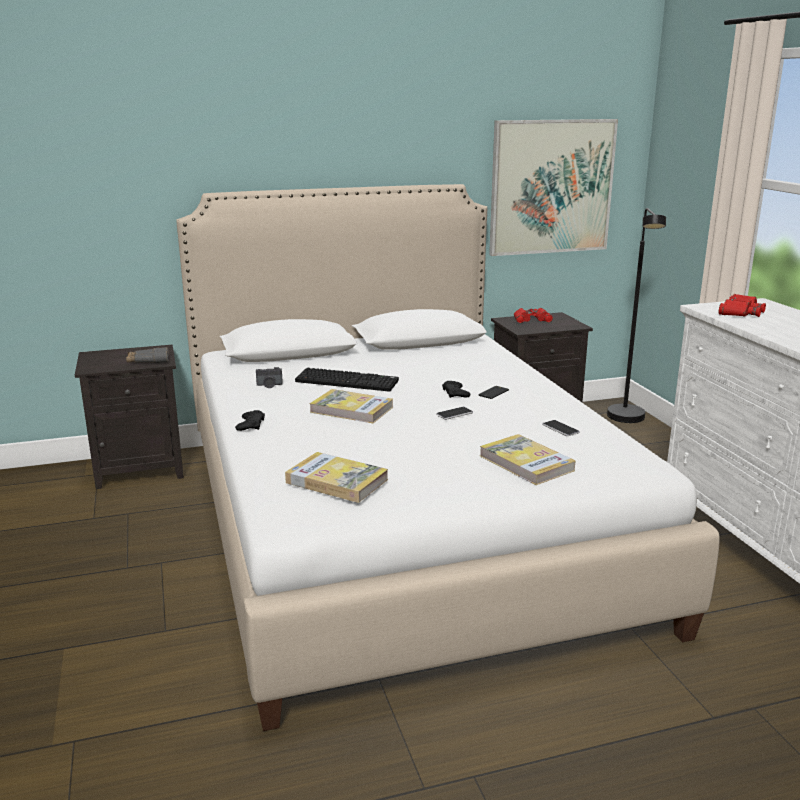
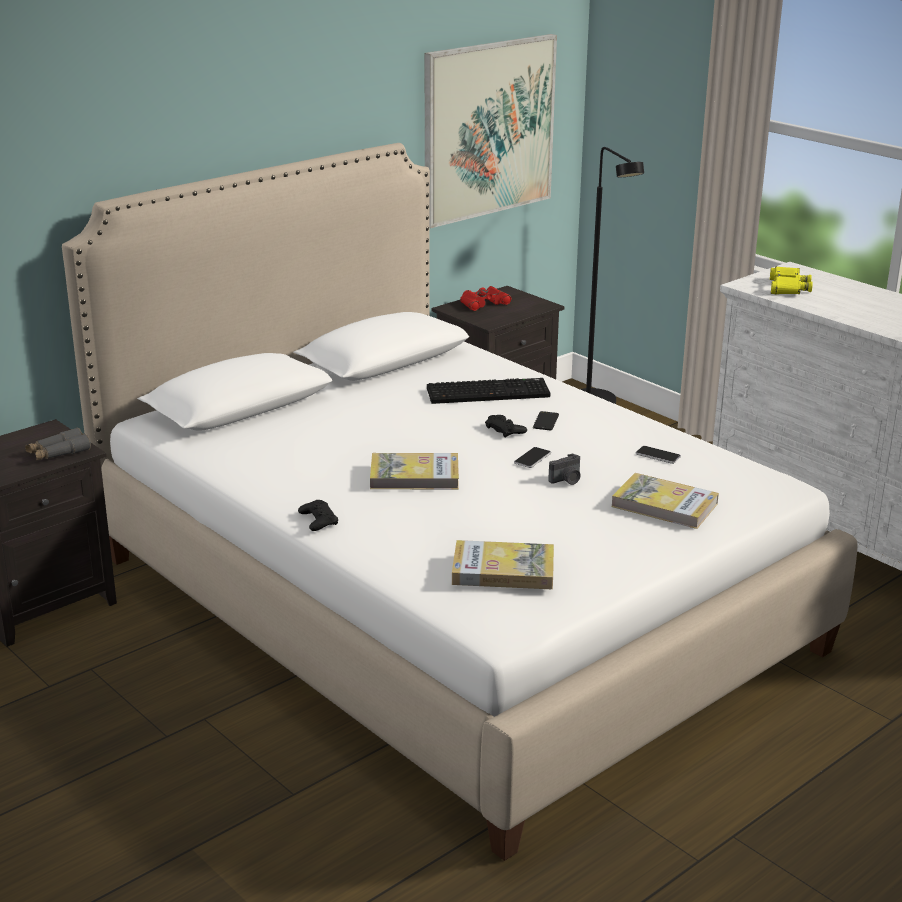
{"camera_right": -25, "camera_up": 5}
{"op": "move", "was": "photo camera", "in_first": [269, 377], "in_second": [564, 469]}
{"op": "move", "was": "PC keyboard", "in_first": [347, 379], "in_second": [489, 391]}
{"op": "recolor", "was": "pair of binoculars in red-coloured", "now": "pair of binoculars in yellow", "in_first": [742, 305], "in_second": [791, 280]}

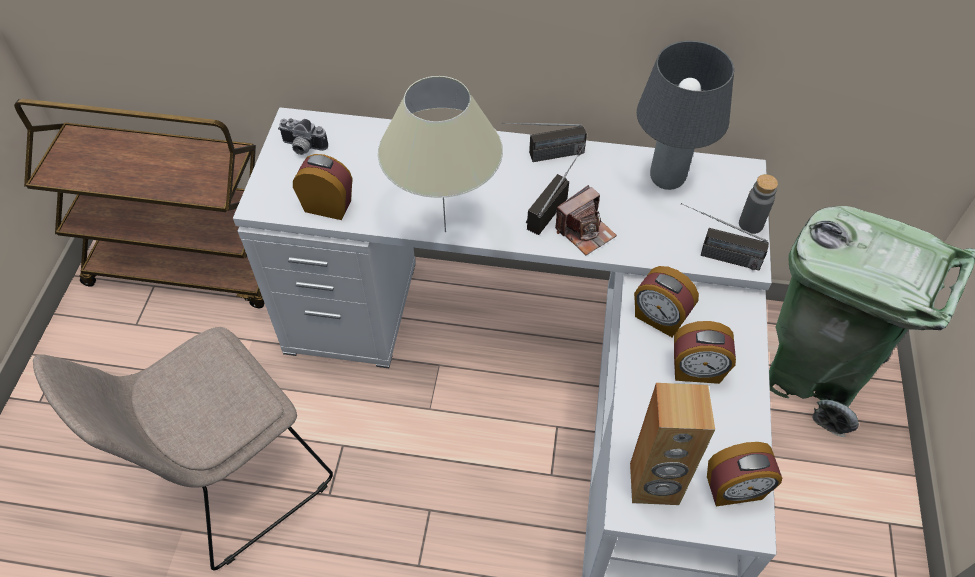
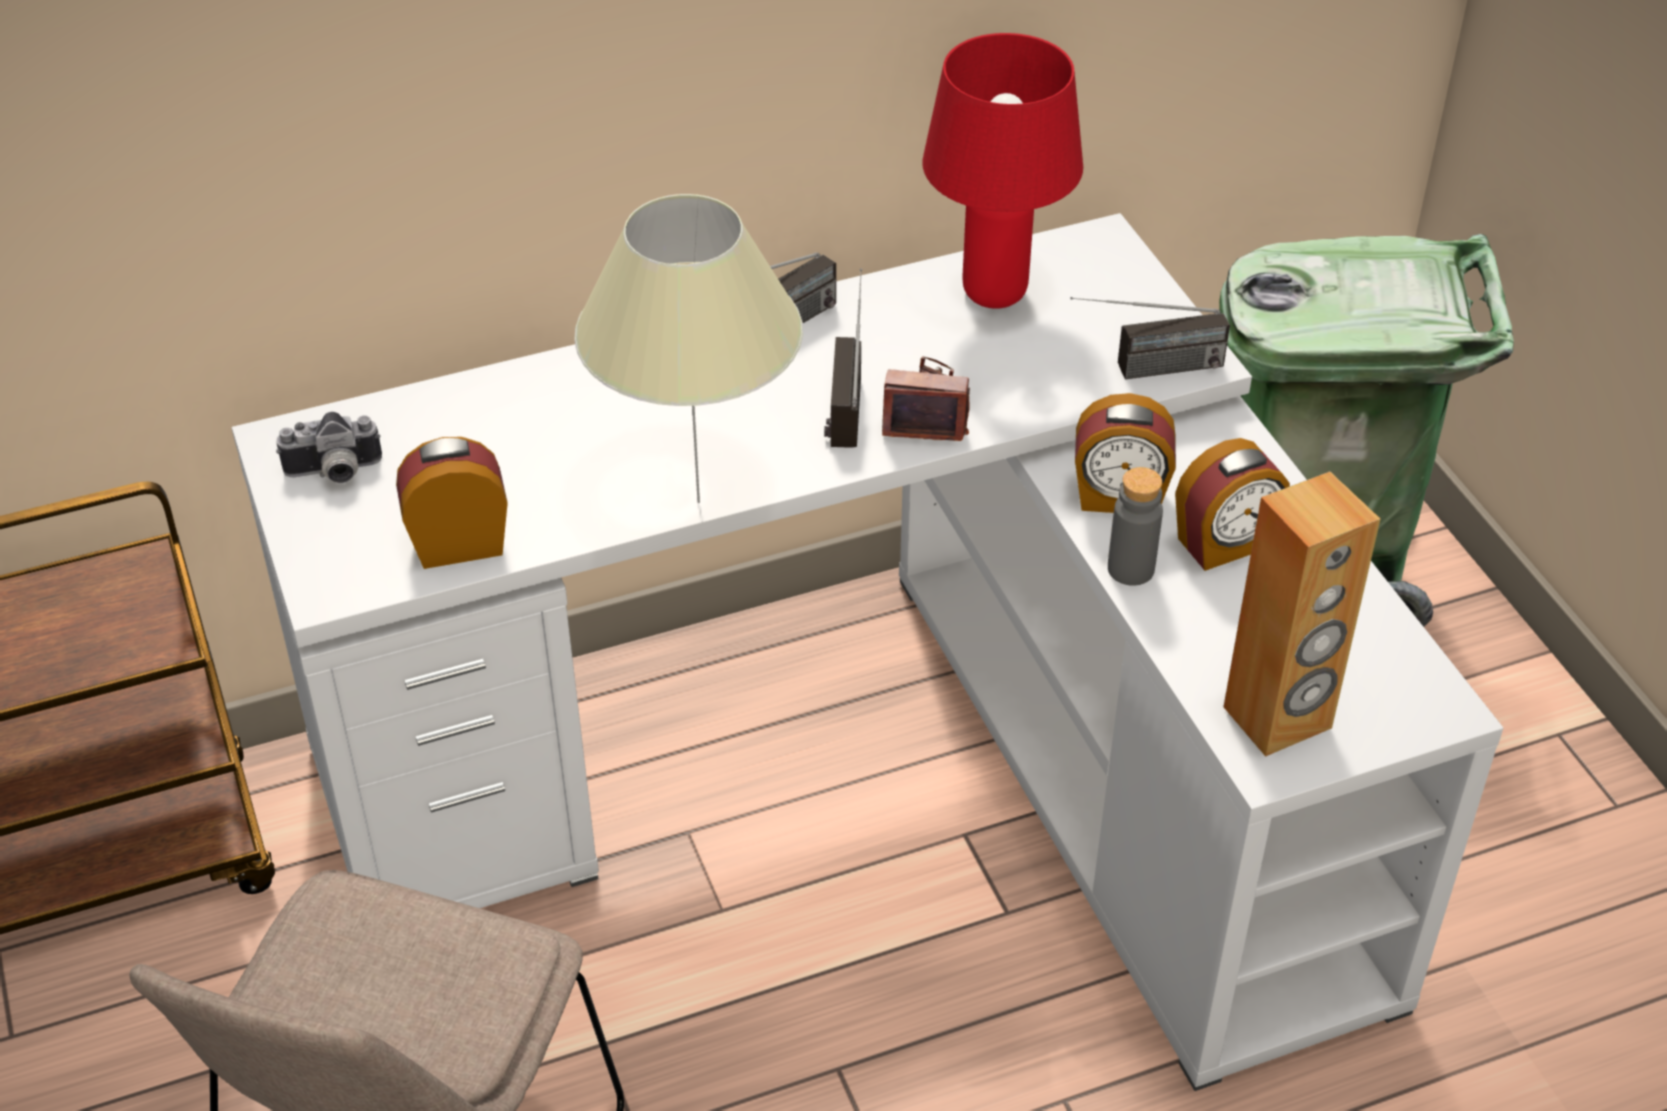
{"camera_right": -30, "camera_up": -10}
{"op": "delete", "was": "alarm clock", "in_first": [744, 474]}
{"op": "move", "was": "drink bottle in gray", "in_first": [758, 204], "in_second": [1135, 526]}
{"op": "recolor", "was": "table lamp in gray", "now": "table lamp in red-coloured", "in_first": [685, 115], "in_second": [1002, 171]}
{"op": "rotate", "was": "photo camera", "in_first": [586, 220], "in_second": [926, 398], "clockwise": -105}

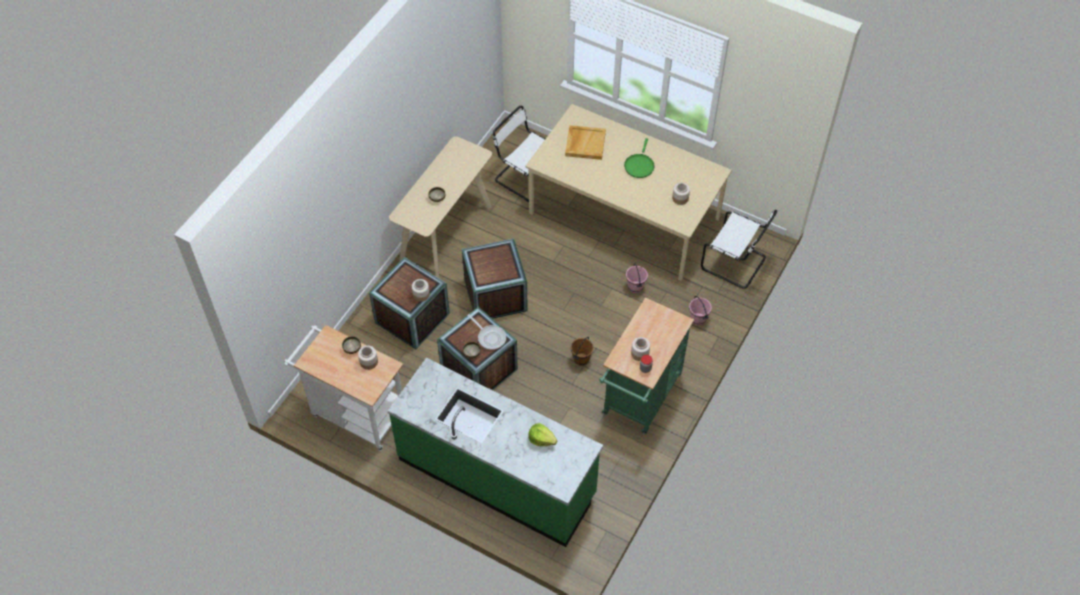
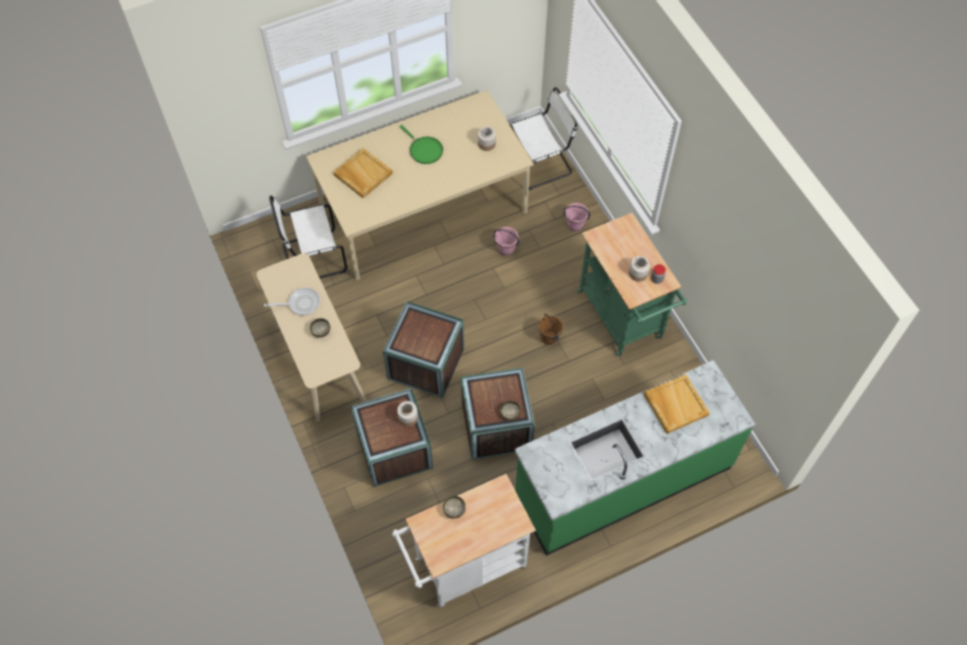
{"camera_right": -55, "camera_up": 5}
{"op": "delete", "was": "jar", "in_first": [368, 358]}
{"op": "move", "was": "frying pan", "in_first": [486, 332], "in_second": [292, 301]}
{"op": "replace", "was": "lettuce head", "now": "serving tray in beige", "in_first": [543, 434], "in_second": [677, 404]}

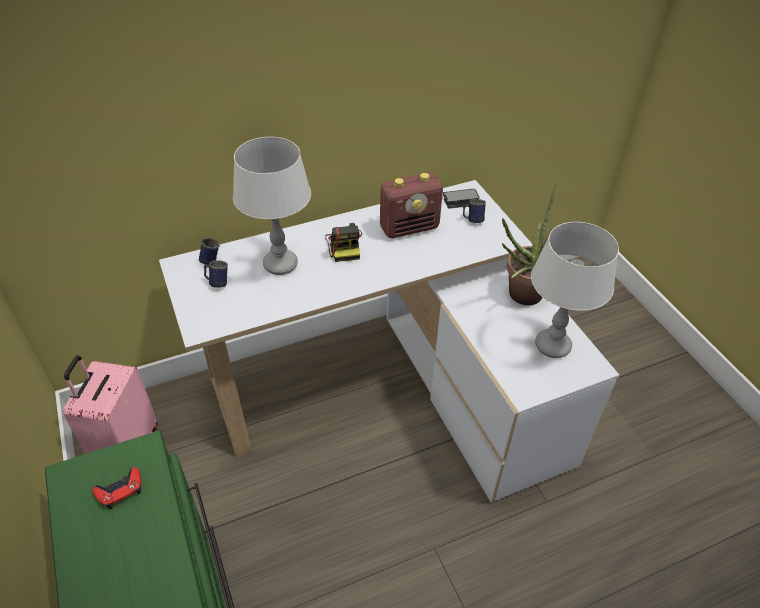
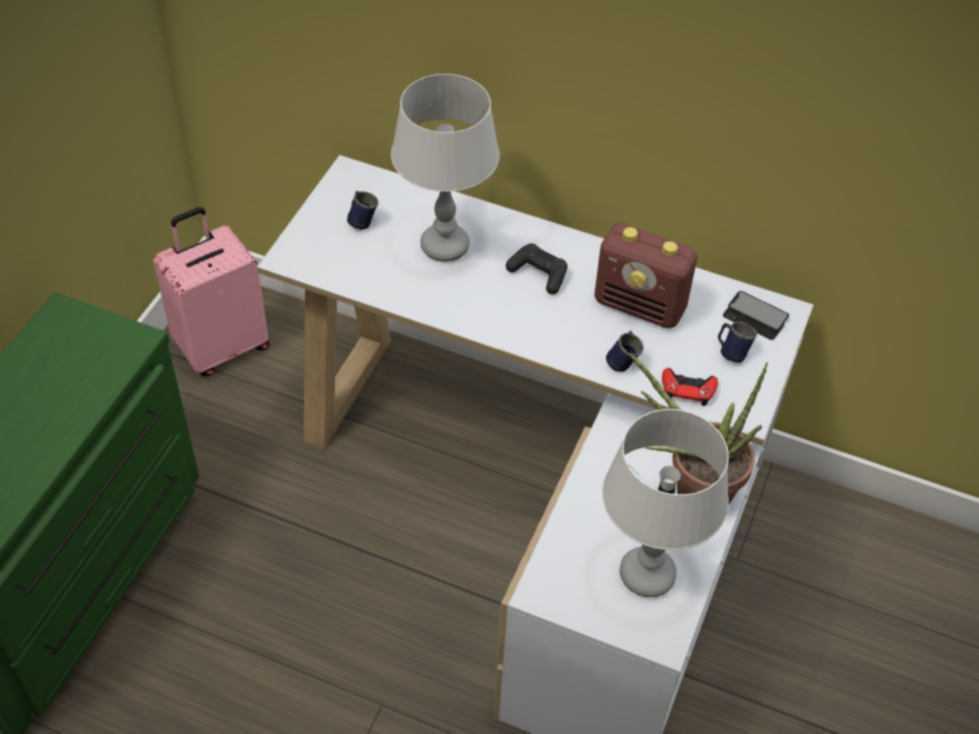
{"camera_right": 45, "camera_up": 5}
{"op": "move", "was": "game controller in red-coloured", "in_first": [117, 488], "in_second": [690, 387]}
{"op": "move", "was": "mug in blue-coloured", "in_first": [209, 251], "in_second": [625, 351]}
{"op": "replace", "was": "photo camera", "now": "game controller in black-coloured", "in_first": [343, 242], "in_second": [537, 268]}

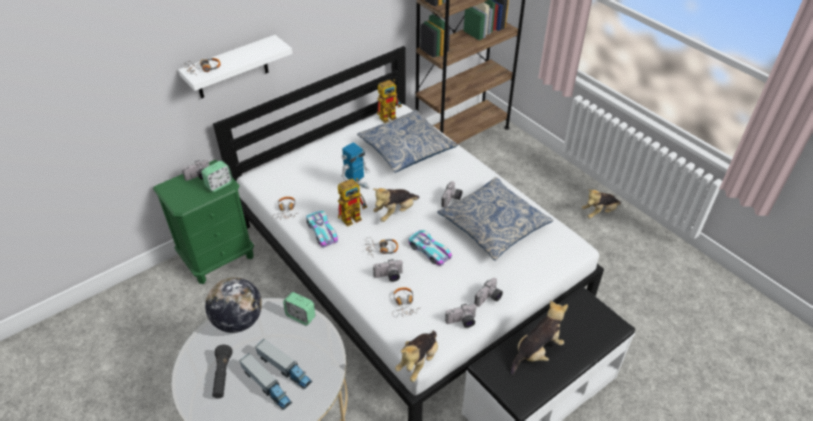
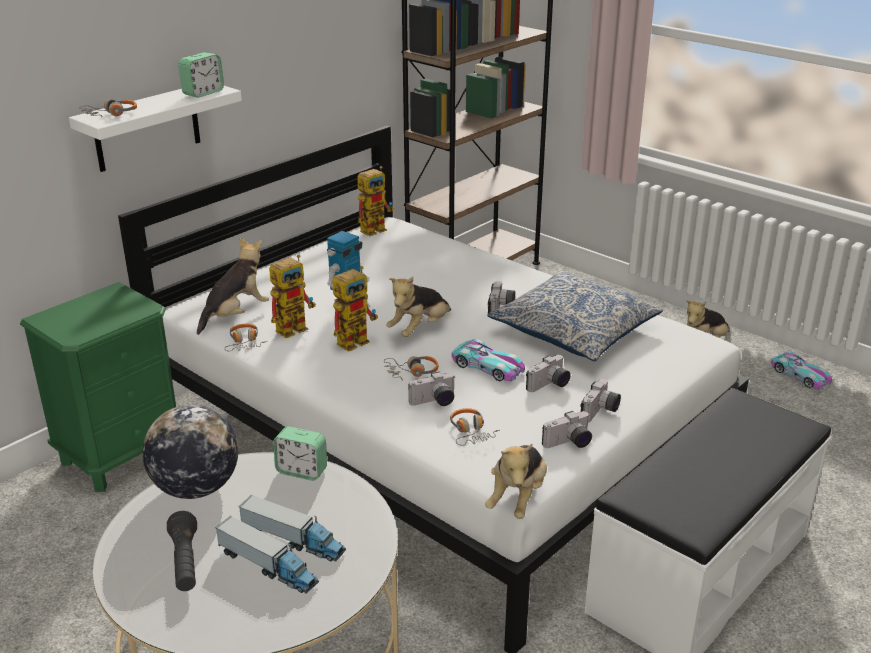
{"camera_right": -10, "camera_up": -15}
{"op": "delete", "was": "cushion", "in_first": [407, 141]}
{"op": "insert", "now": "model robot", "in_second": [292, 296]}
{"op": "move", "was": "photo camera", "in_first": [196, 170], "in_second": [548, 373]}
{"op": "move", "was": "alarm clock", "in_first": [217, 176], "in_second": [201, 75]}
{"op": "move", "was": "model car", "in_first": [322, 229], "in_second": [801, 370]}
{"op": "move", "was": "cuddly toy", "in_first": [539, 337], "in_second": [233, 286]}

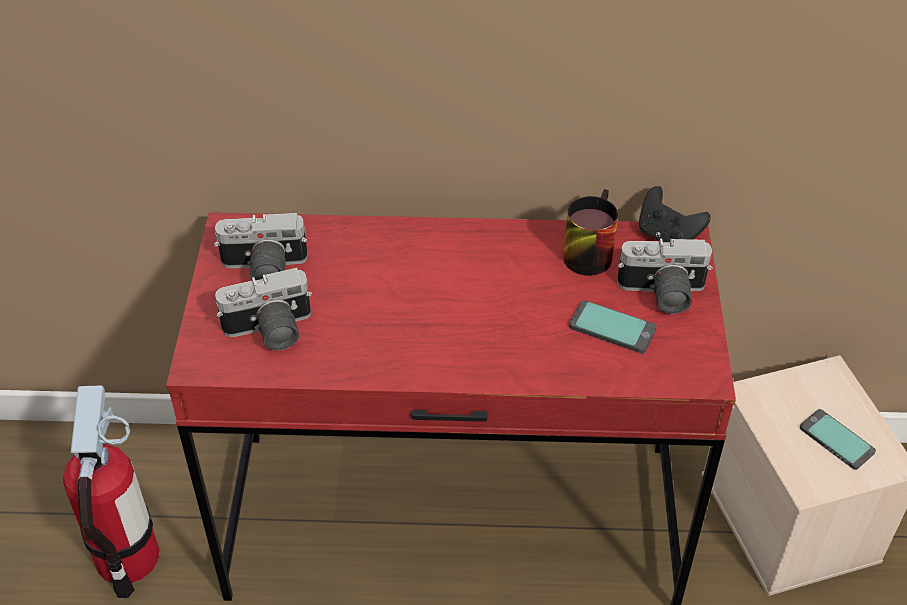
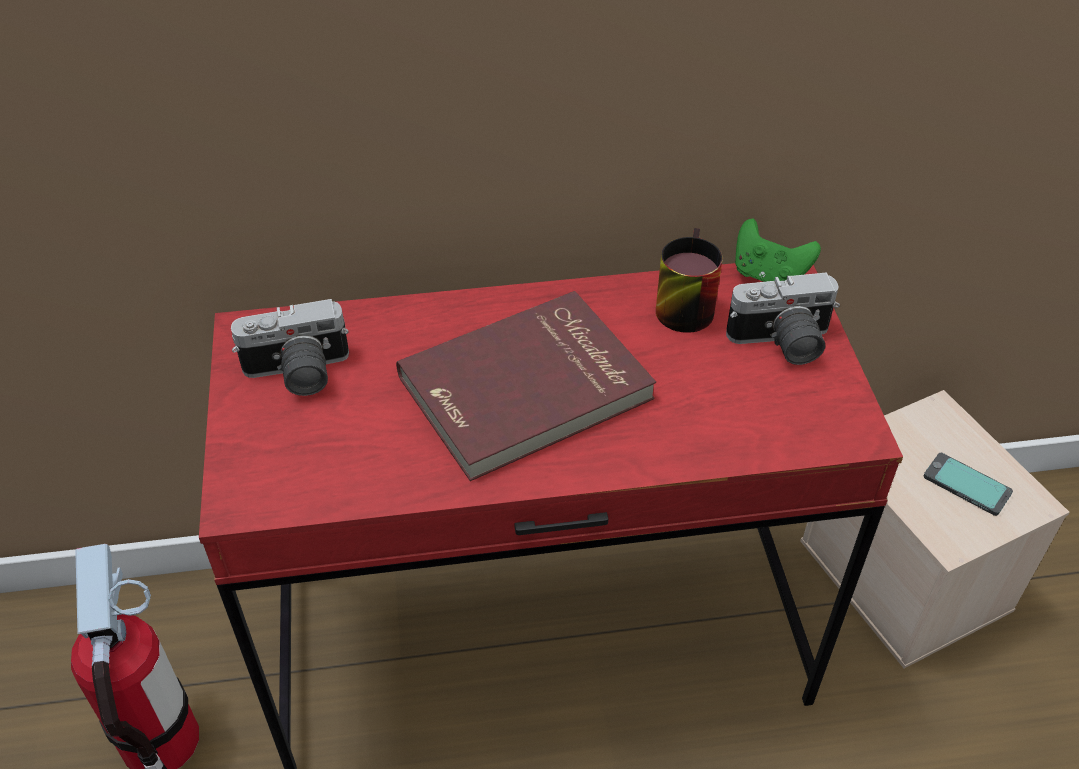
{"camera_right": -10, "camera_up": 0}
{"op": "delete", "was": "photo camera", "in_first": [263, 309]}
{"op": "delete", "was": "telephone", "in_first": [613, 326]}
{"op": "insert", "now": "book in red-coloured", "in_second": [526, 386]}
{"op": "recolor", "was": "game controller in black-coloured", "now": "game controller in greenish", "in_first": [675, 214], "in_second": [778, 250]}

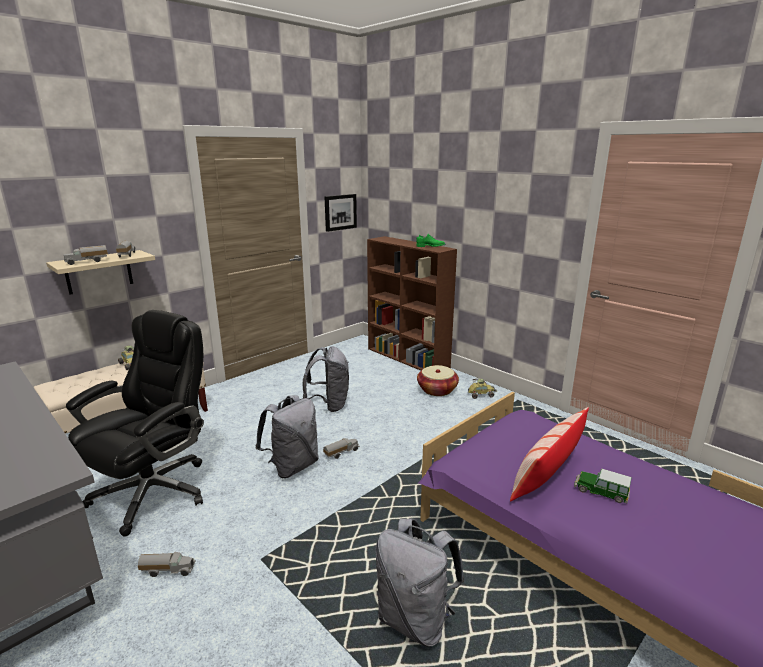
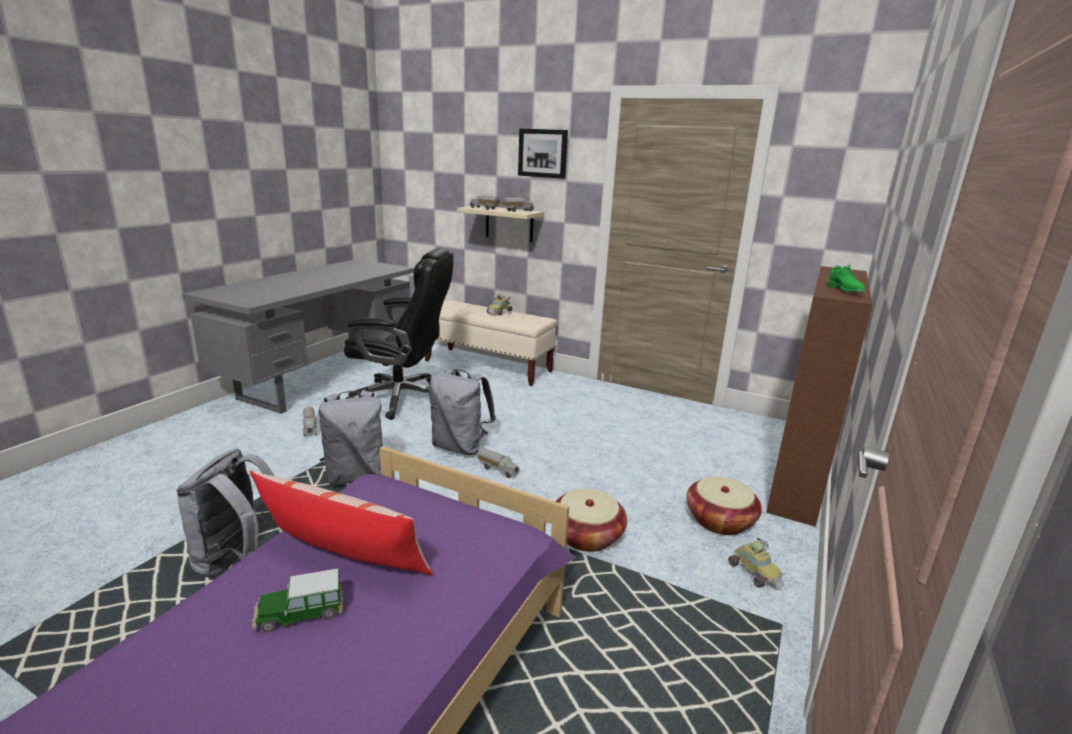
{"camera_right": 70, "camera_up": 0}
{"op": "insert", "now": "household basket", "in_second": [591, 520]}
{"op": "move", "was": "rucksack in gray", "in_first": [326, 379], "in_second": [350, 437]}
{"op": "move", "was": "picture", "in_first": [340, 213], "in_second": [543, 154]}
{"op": "rotate", "was": "model car", "in_first": [603, 486], "in_second": [297, 600], "clockwise": -120}

